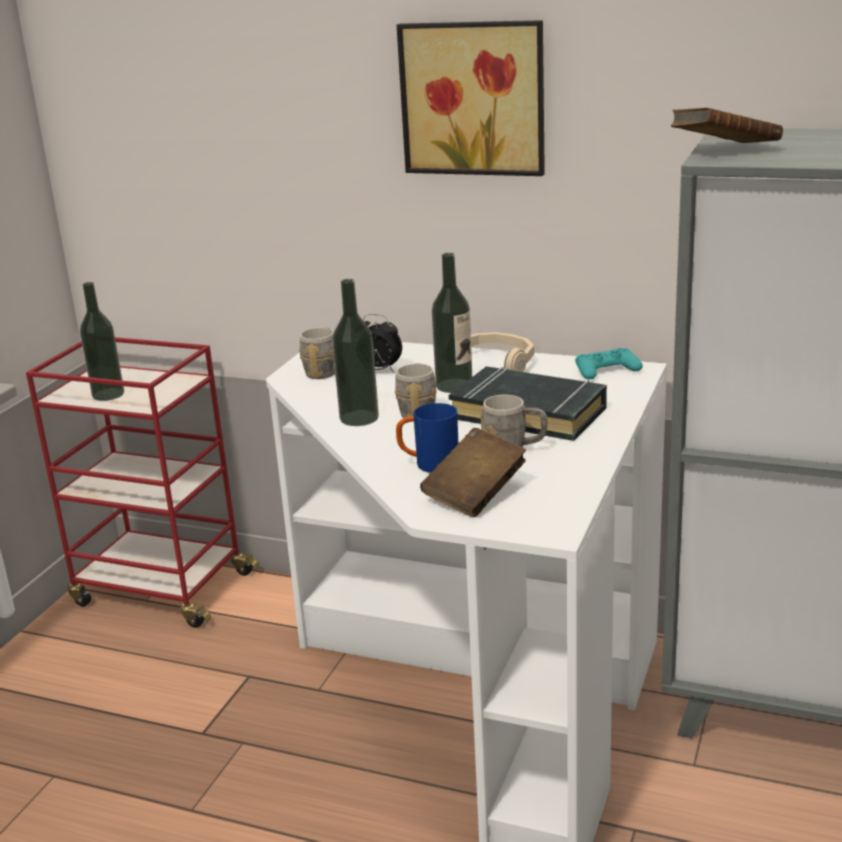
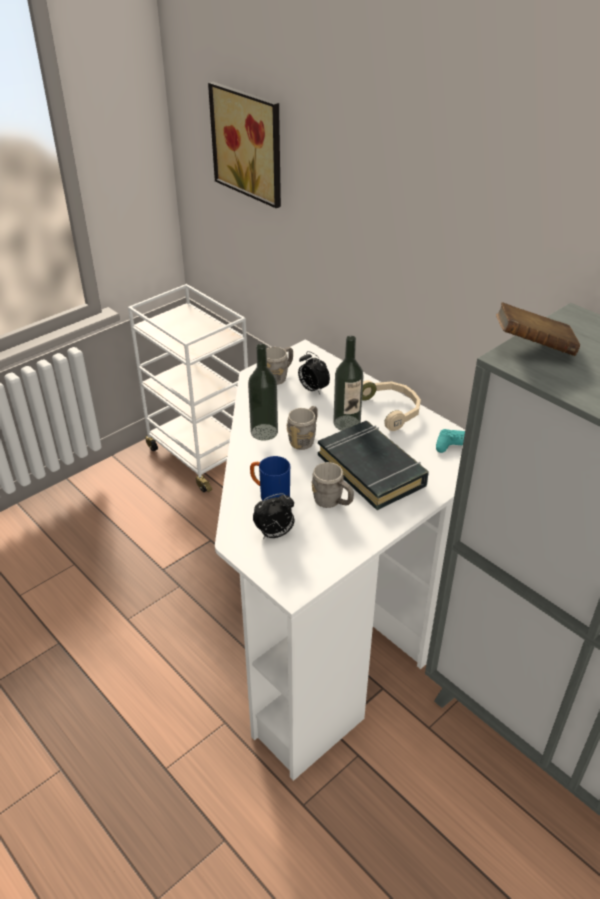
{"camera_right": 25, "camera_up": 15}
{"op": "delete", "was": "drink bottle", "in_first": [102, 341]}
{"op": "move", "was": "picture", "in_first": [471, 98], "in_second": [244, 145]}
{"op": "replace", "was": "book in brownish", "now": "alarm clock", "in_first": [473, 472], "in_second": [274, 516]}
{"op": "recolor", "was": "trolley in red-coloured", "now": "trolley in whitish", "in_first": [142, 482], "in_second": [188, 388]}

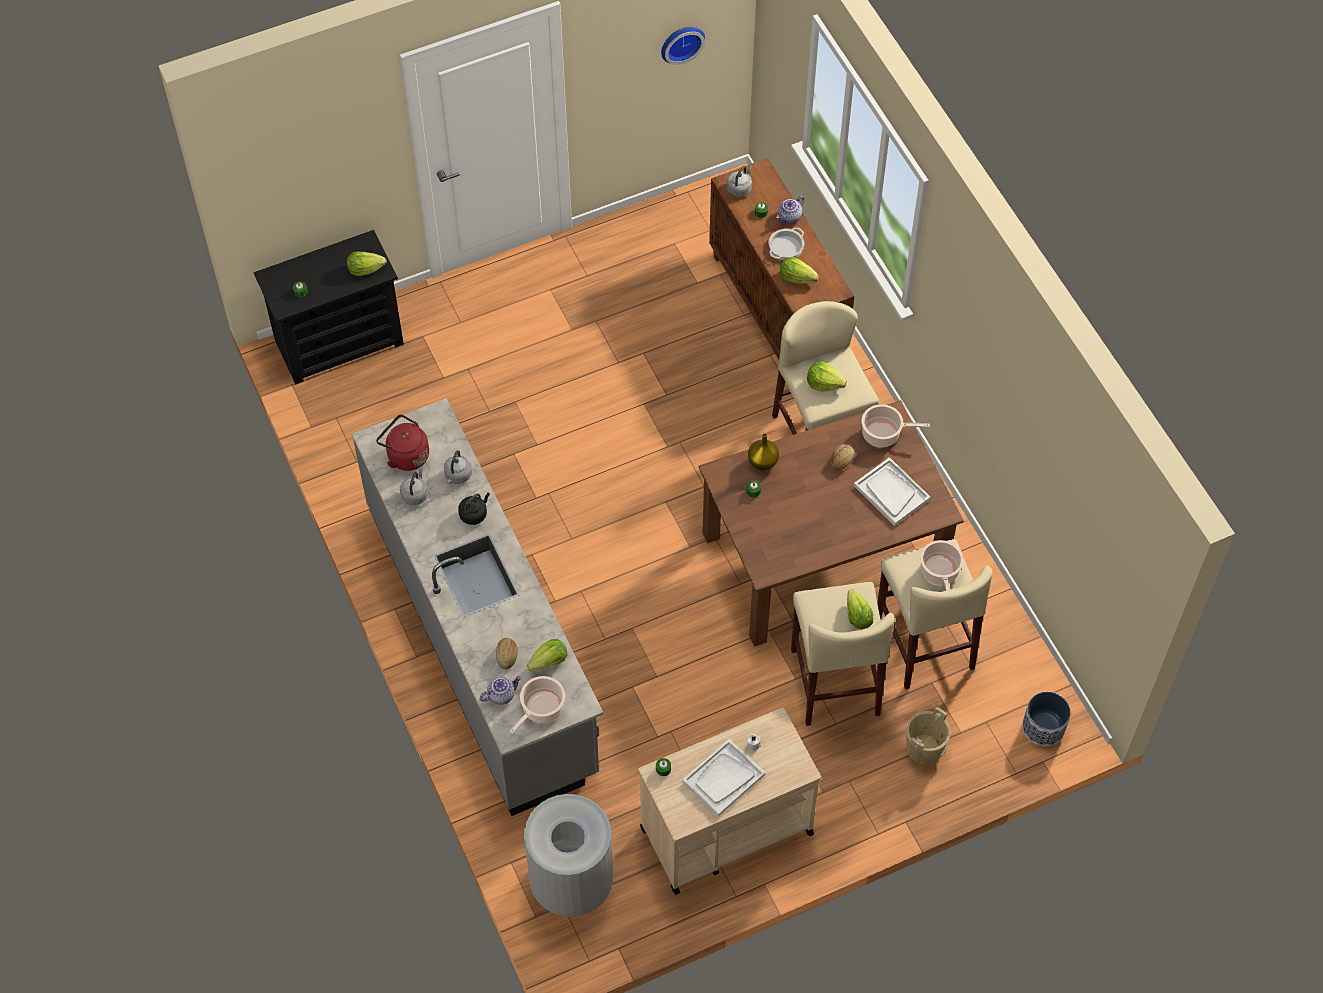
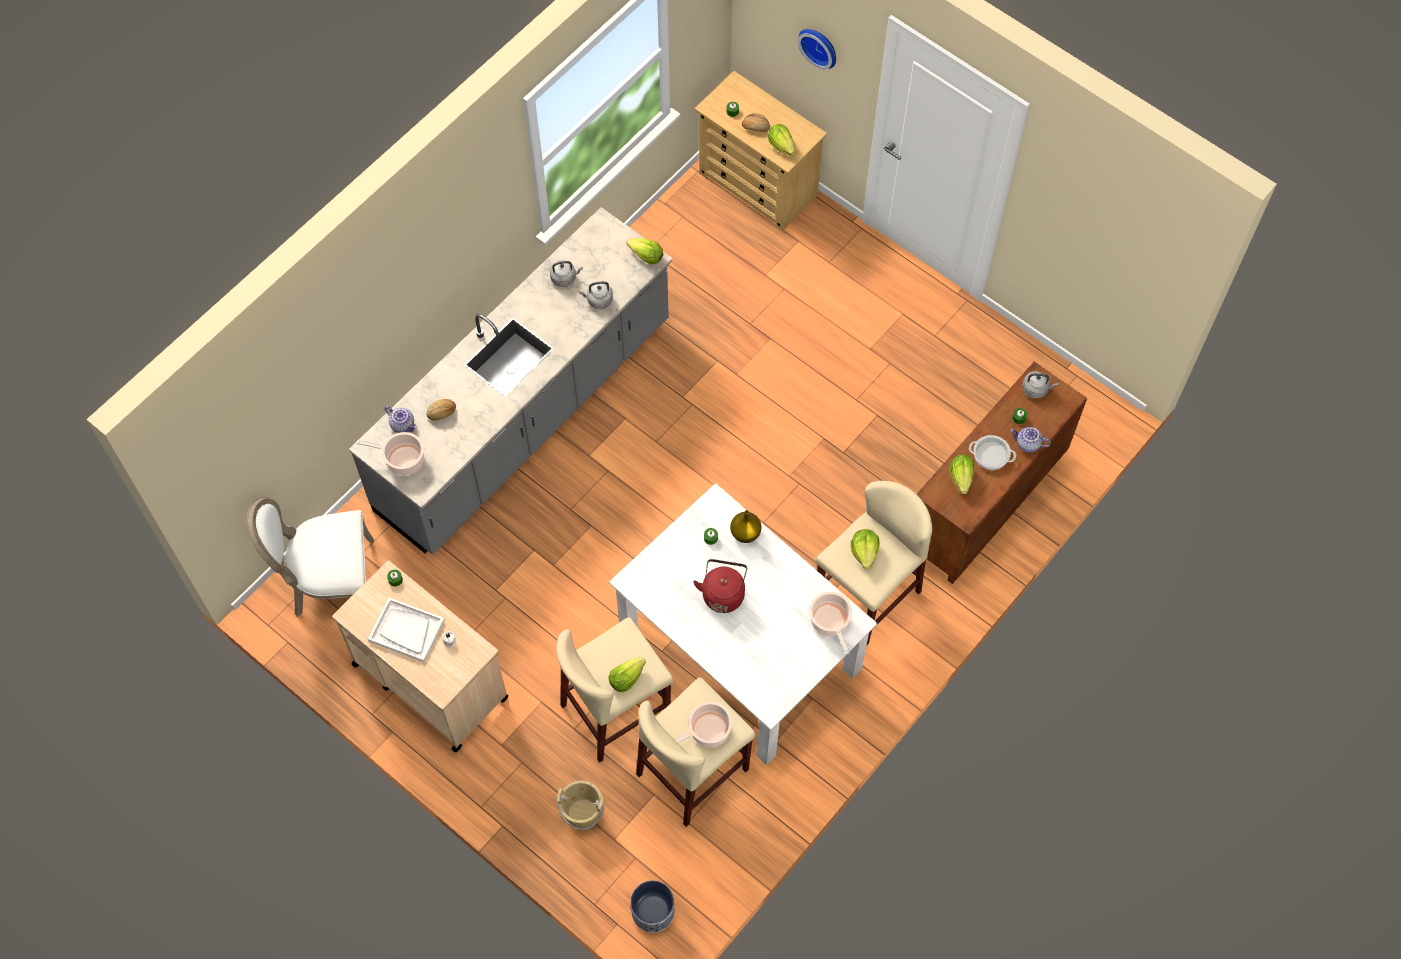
{"camera_right": 65, "camera_up": 5}
{"op": "delete", "was": "tea kettle in black-coloured", "in_first": [474, 509]}
{"op": "delete", "was": "serving tray in whitish", "in_first": [892, 491]}
{"op": "move", "was": "tea kettle in red-coloured", "in_first": [402, 442], "in_second": [720, 586]}
{"op": "move", "was": "lettuce head", "in_first": [547, 655], "in_second": [645, 251]}
{"op": "move", "was": "clock on the wall", "in_first": [683, 46], "in_second": [817, 49]}
{"op": "move", "was": "bread", "in_first": [843, 458], "in_second": [756, 122]}
{"op": "replace", "was": "trash can in gray", "now": "plain chair in whitish", "in_first": [568, 855], "in_second": [310, 557]}
{"op": "recolor", "was": "drawer chest in black-coloured", "now": "drawer chest in beige", "in_first": [329, 307], "in_second": [761, 151]}
{"op": "recolor", "was": "dinner table in brownish", "now": "dinner table in whitish", "in_first": [831, 523], "in_second": [743, 624]}

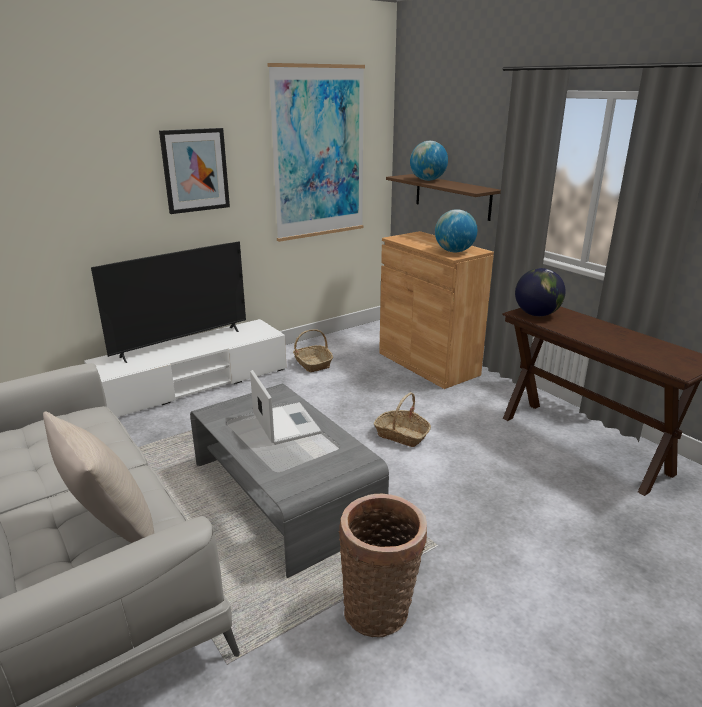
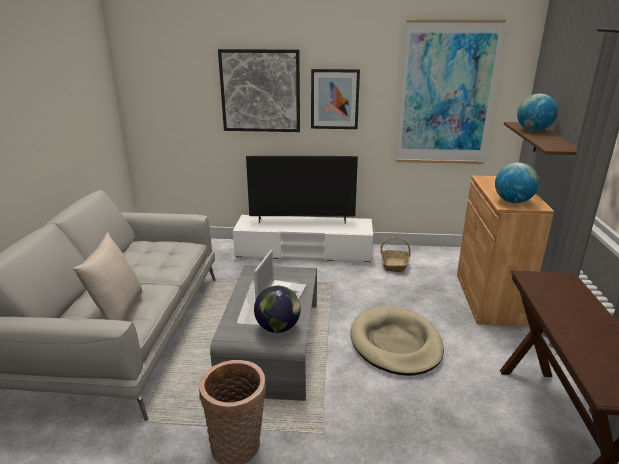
{"camera_right": 40, "camera_up": 0}
{"op": "insert", "now": "picture", "in_second": [259, 90]}
{"op": "move", "was": "world globe", "in_first": [540, 292], "in_second": [277, 309]}
{"op": "replace", "was": "household basket", "now": "dog bed in beige", "in_first": [402, 419], "in_second": [397, 341]}

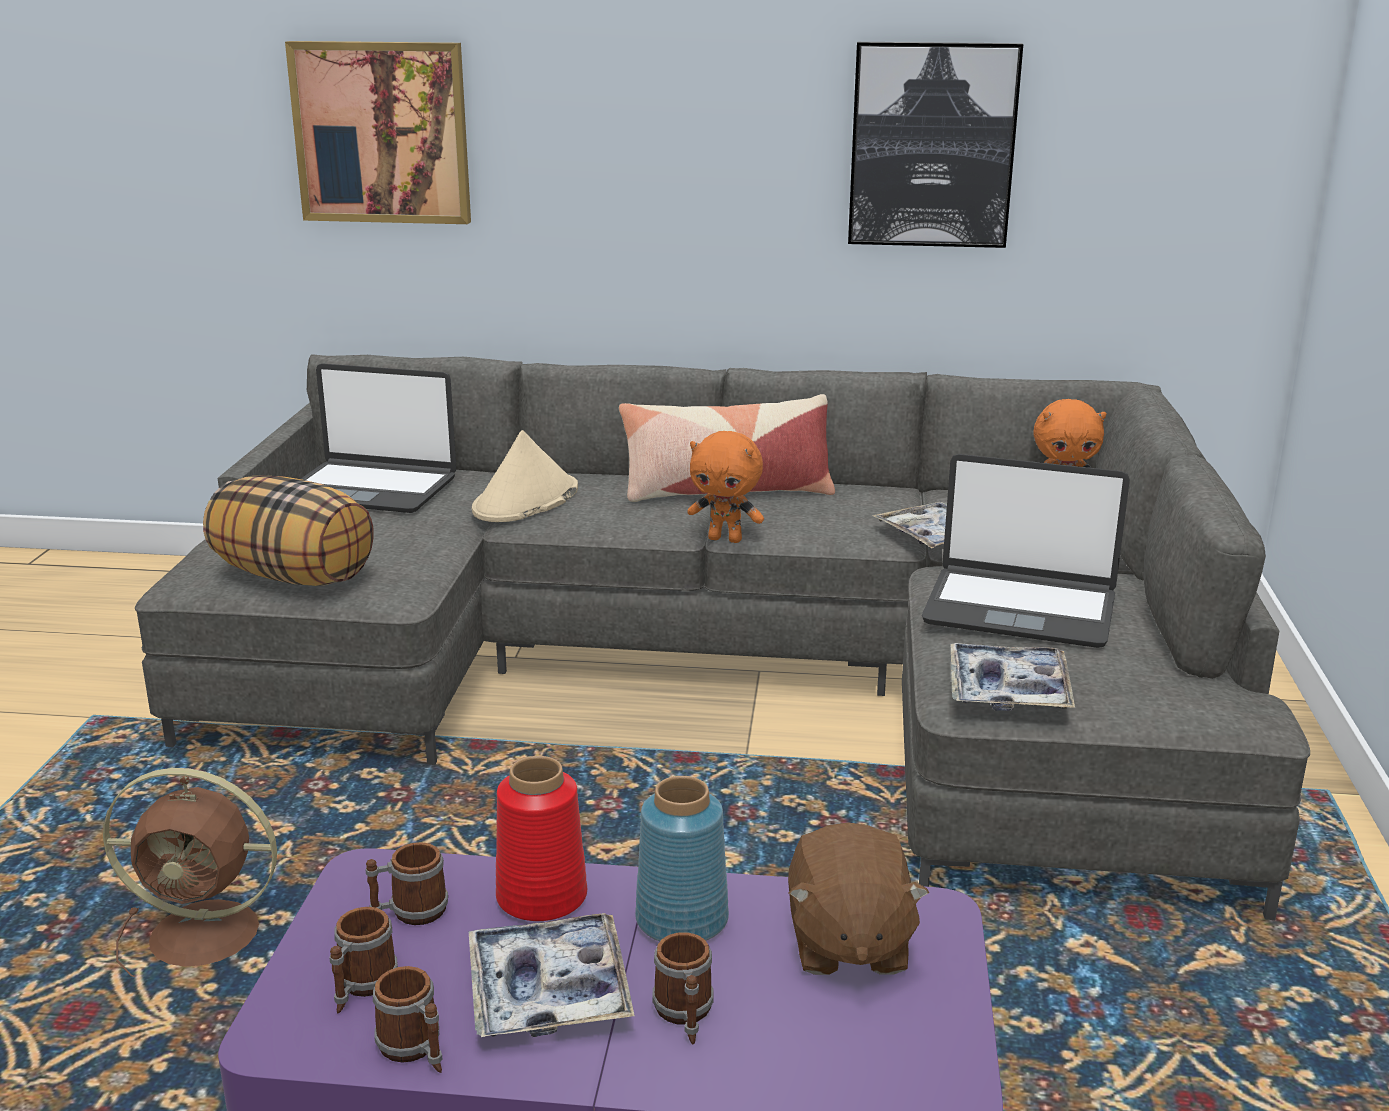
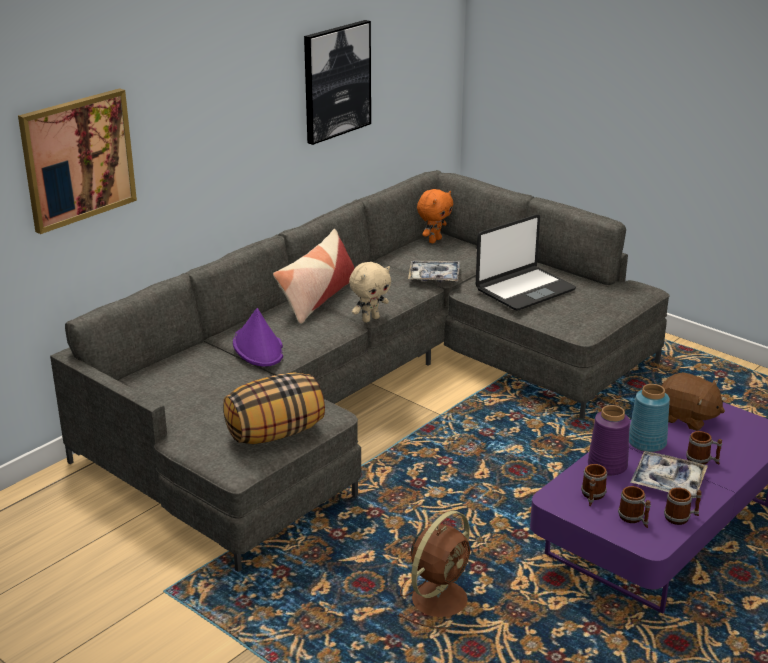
{"camera_right": -55, "camera_up": 5}
{"op": "delete", "was": "portable computer", "in_first": [378, 438]}
{"op": "delete", "was": "serving tray", "in_first": [1012, 677]}
{"op": "recolor", "was": "hat in beige", "now": "hat in purplish", "in_first": [525, 476], "in_second": [258, 337]}
{"op": "recolor", "was": "decorative vase in red-coloured", "now": "decorative vase in purplish", "in_first": [541, 838], "in_second": [609, 440]}
{"op": "recolor", "was": "cuddly toy in orangey", "now": "cuddly toy in beige", "in_first": [725, 487], "in_second": [370, 292]}

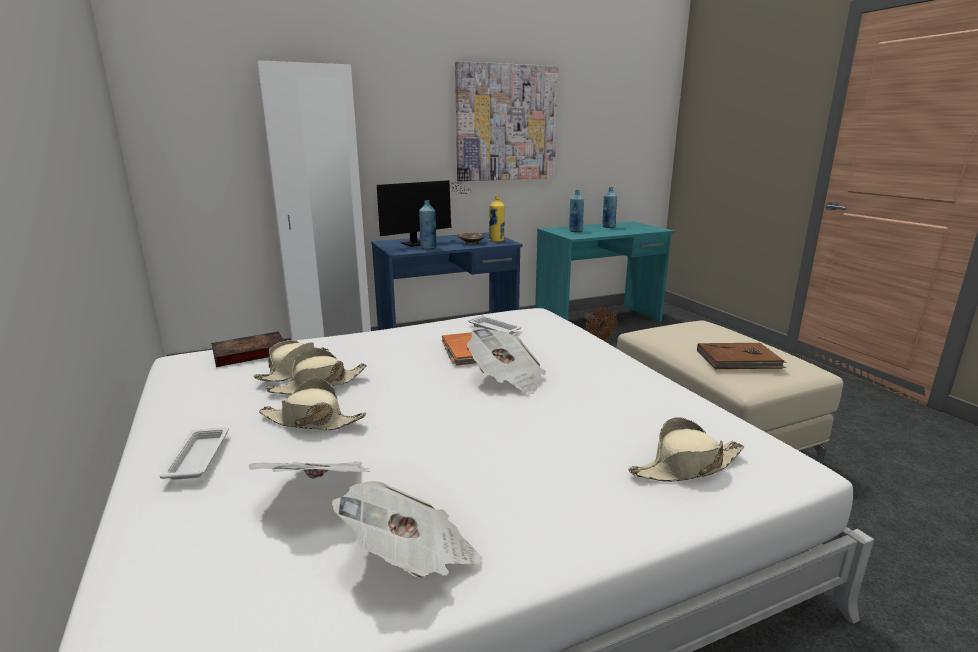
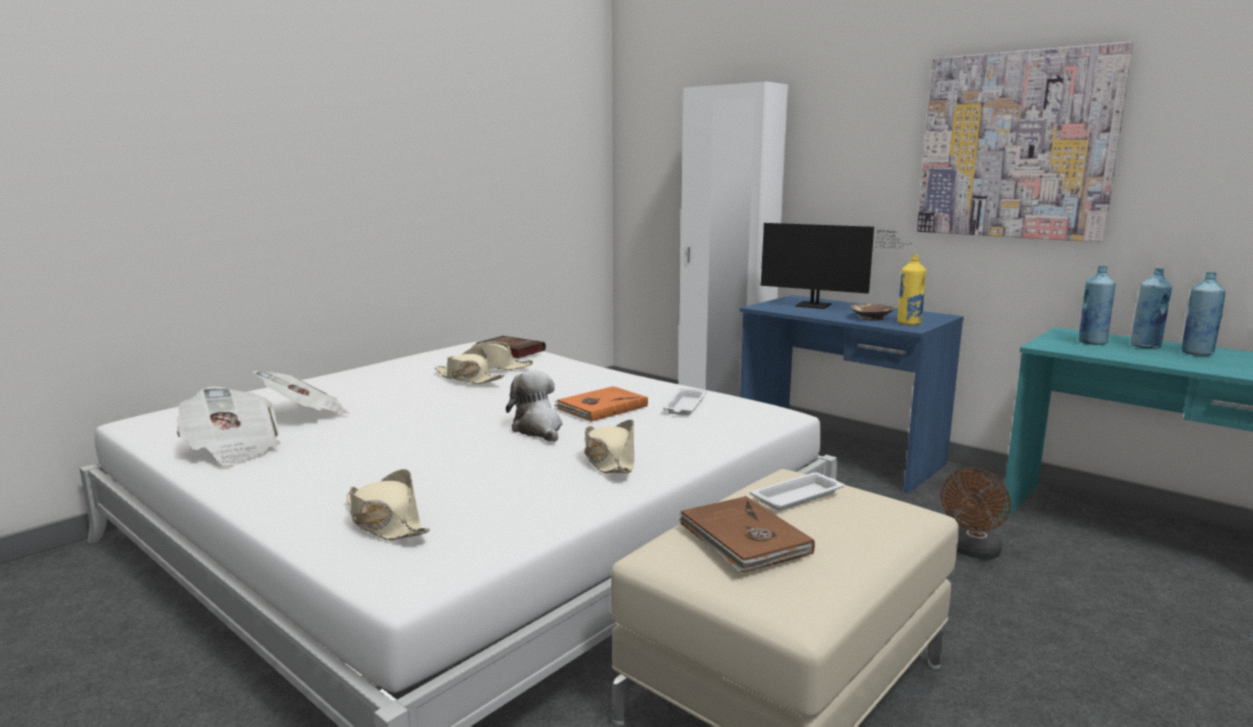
{"camera_right": 65, "camera_up": -5}
{"op": "move", "was": "serving tray in whitish", "in_first": [194, 453], "in_second": [797, 491]}
{"op": "move", "was": "hat in beige", "in_first": [312, 404], "in_second": [609, 446]}
{"op": "move", "was": "drink bottle in blue-coloured", "in_first": [428, 224], "in_second": [1151, 308]}
{"op": "replace", "was": "printed paper", "now": "cuddly toy", "in_first": [506, 360], "in_second": [534, 406]}

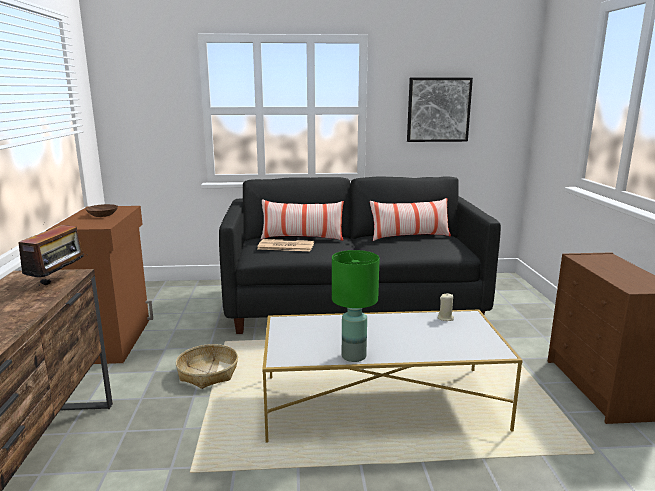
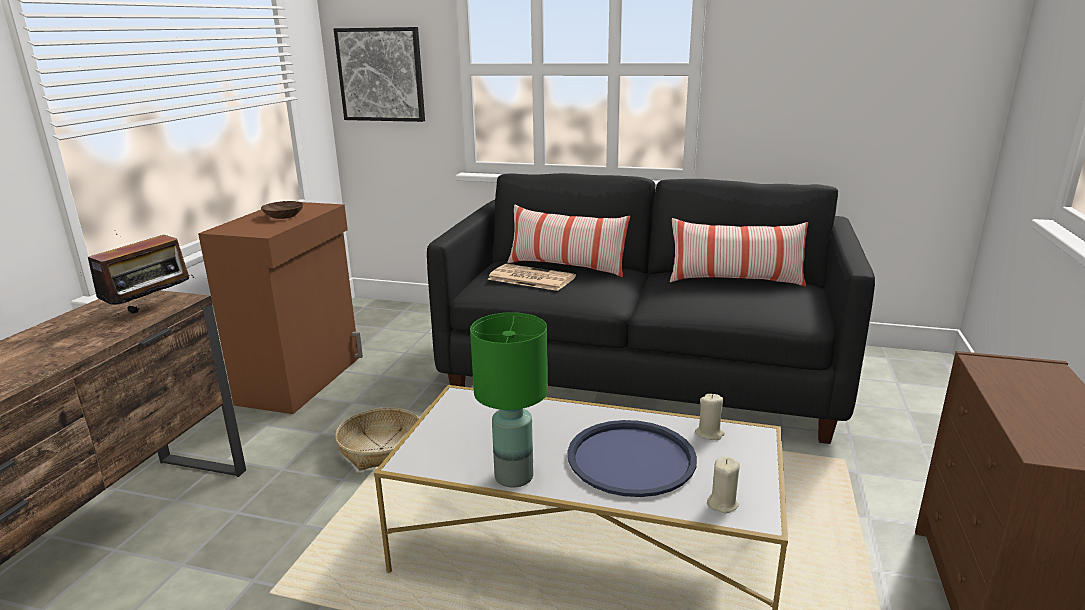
{"camera_right": 20, "camera_up": 5}
{"op": "insert", "now": "serving tray in blue-coloured", "in_second": [632, 458]}
{"op": "insert", "now": "wax candle in beige", "in_second": [723, 484]}
{"op": "move", "was": "picture", "in_first": [440, 110], "in_second": [379, 74]}

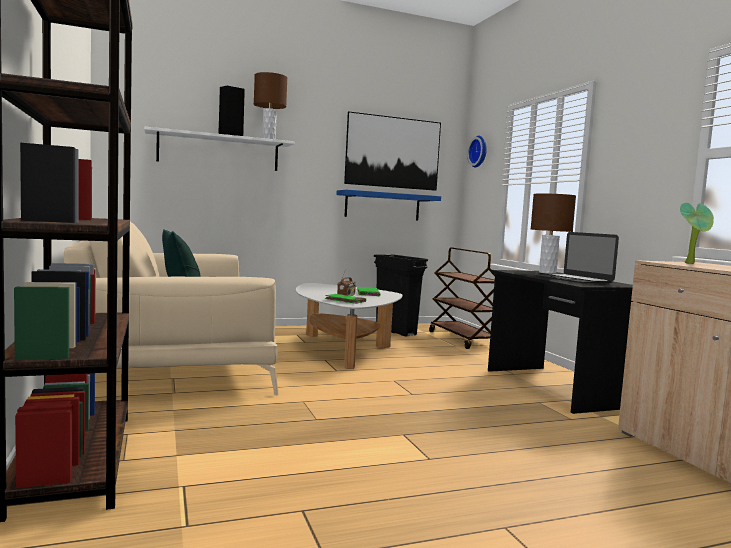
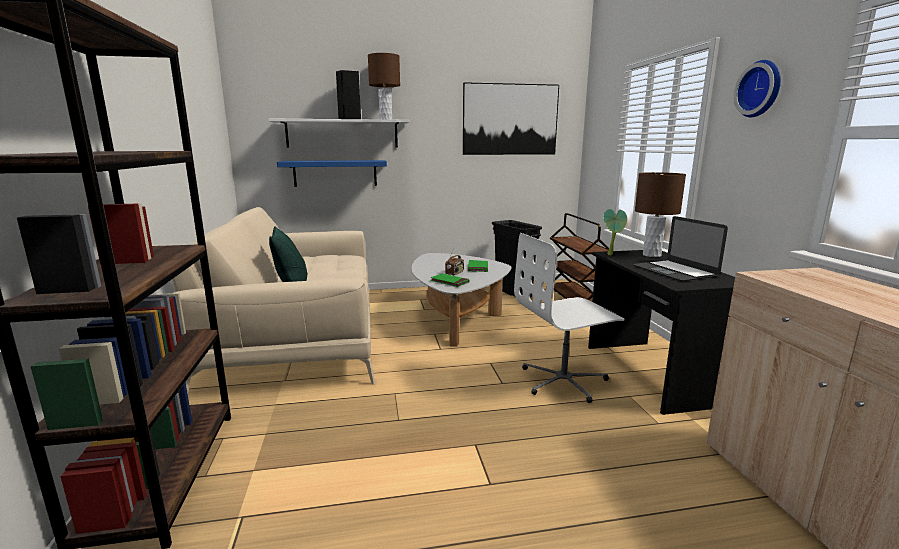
{"camera_right": 10, "camera_up": 10}
{"op": "insert", "now": "desk chair in whitish", "in_second": [569, 318]}
{"op": "move", "was": "bracket shelf in blue-coloured", "in_first": [388, 205], "in_second": [332, 173]}
{"op": "move", "was": "clock on the wall", "in_first": [477, 152], "in_second": [757, 88]}
{"op": "move", "was": "potted plant", "in_first": [697, 233], "in_second": [615, 232]}

